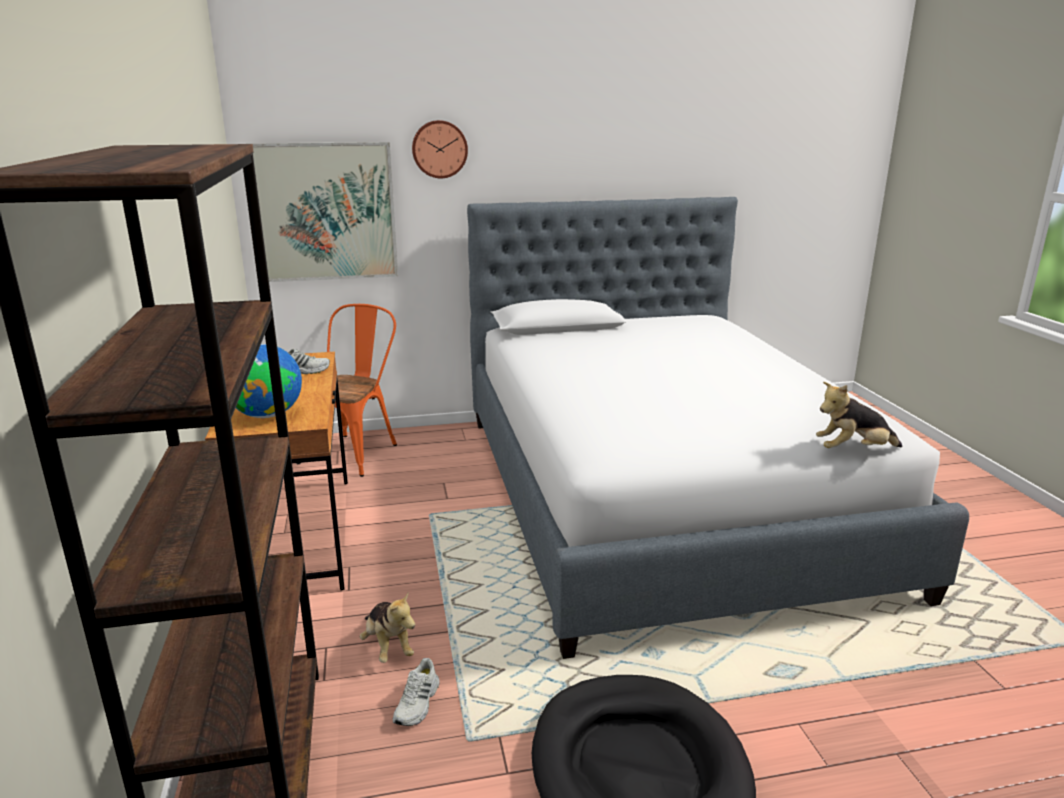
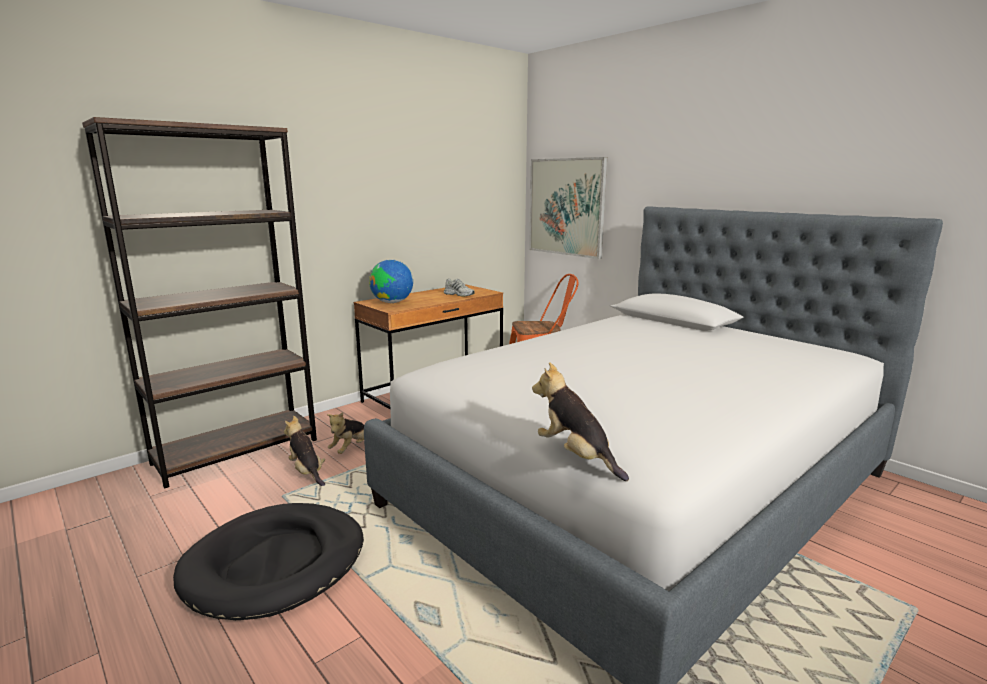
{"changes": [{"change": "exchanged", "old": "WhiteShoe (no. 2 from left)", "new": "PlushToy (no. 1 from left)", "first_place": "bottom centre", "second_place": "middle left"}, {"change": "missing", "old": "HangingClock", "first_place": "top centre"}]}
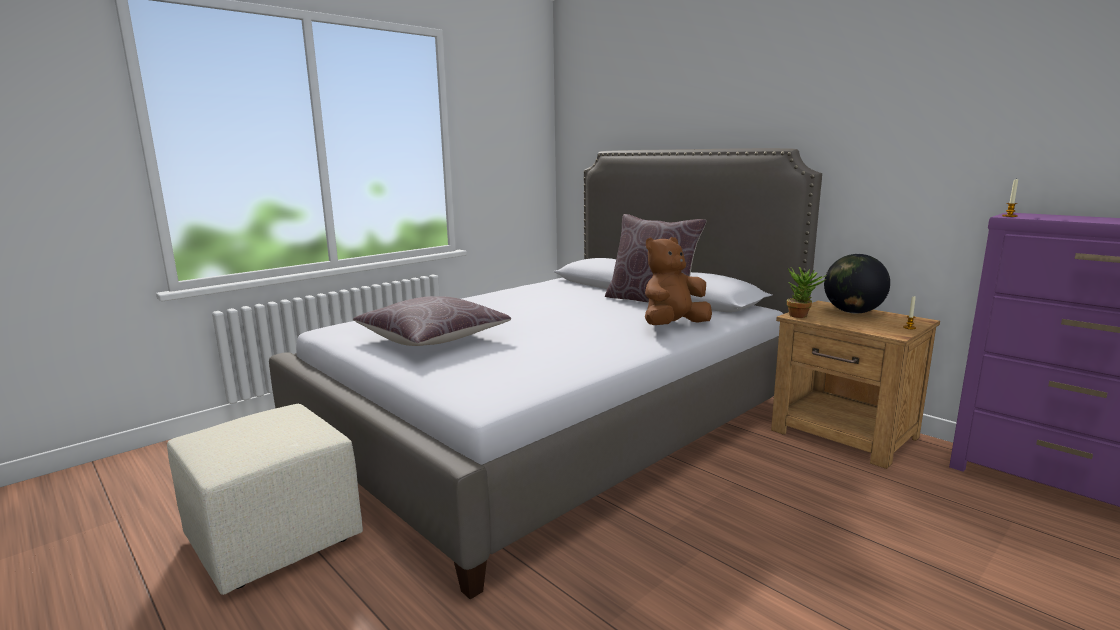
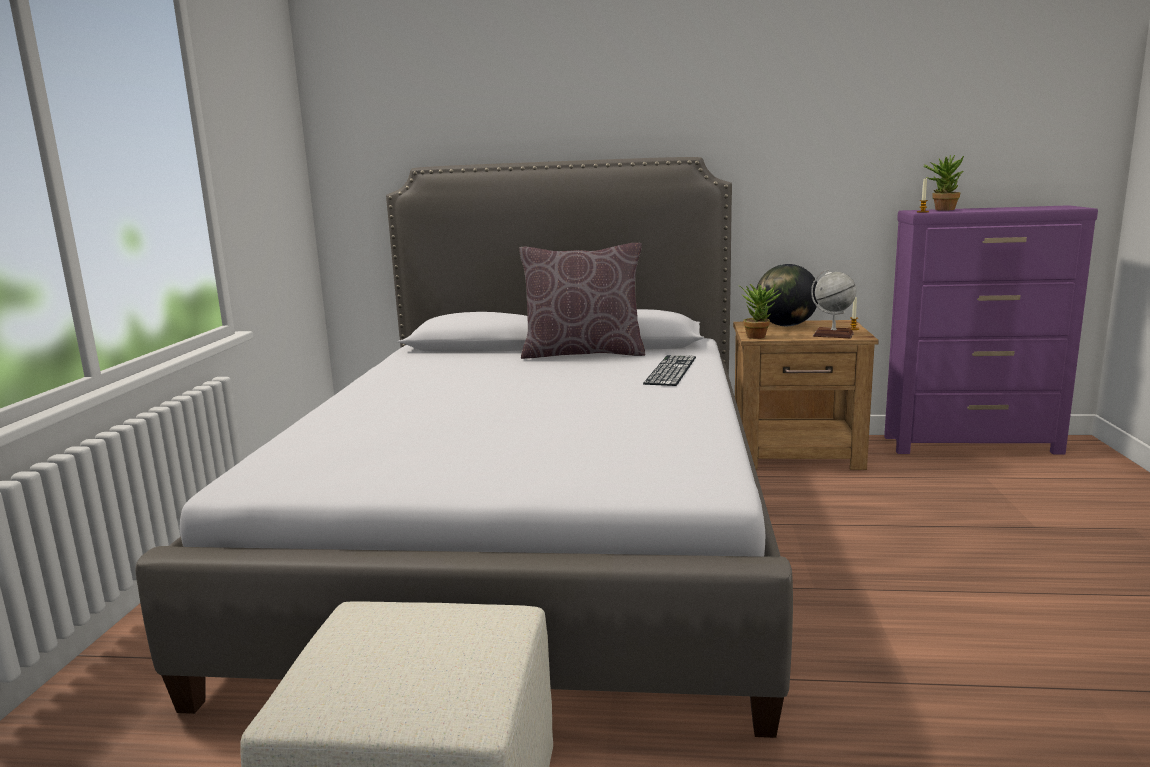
{"changes": [{"change": "exchanged", "old": "BrownPlushToy", "new": "ComputerKeyboard", "first_place": "centre", "second_place": "centre"}, {"change": "appeared", "new": "WorldGlobe (no. 2 from left)", "second_place": "middle right"}, {"change": "appeared", "new": "PottedPlant (no. 2 from left)", "second_place": "top right"}, {"change": "missing", "old": "BrownCushion (no. 1 from left)", "first_place": "centre"}]}
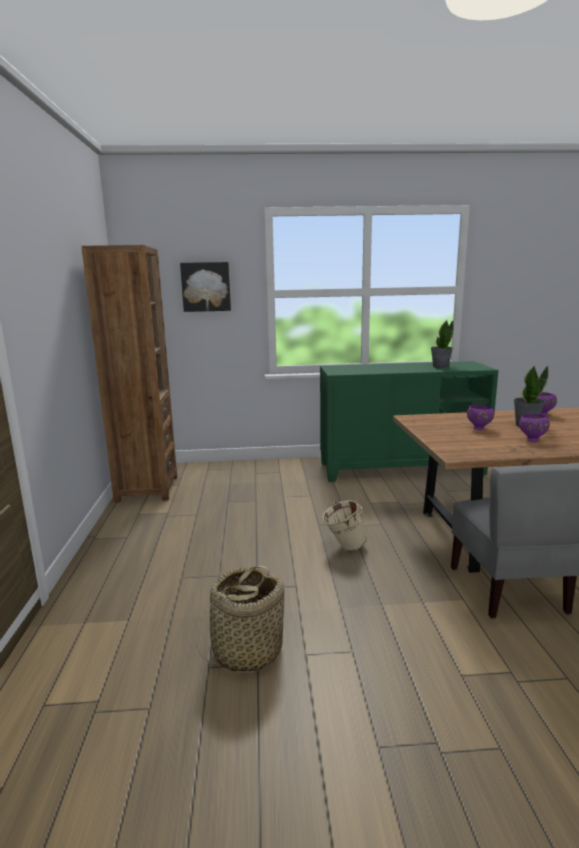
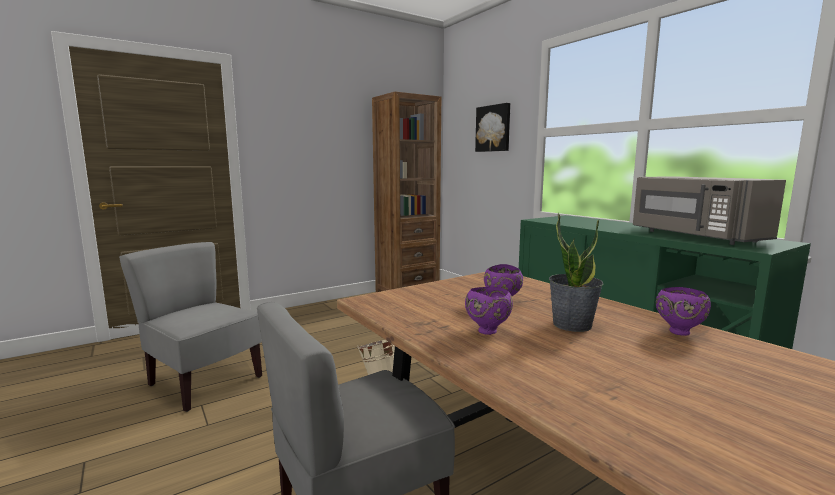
{"changes": [{"change": "exchanged", "old": "HouseholdBasket", "new": "GrayUprightChair (no. 1 from left)", "first_place": "bottom centre", "second_place": "middle left"}, {"change": "exchanged", "old": "PottedPlant (no. 1 from left)", "new": "GrayKitchenMicrowave", "first_place": "middle right", "second_place": "middle right"}]}
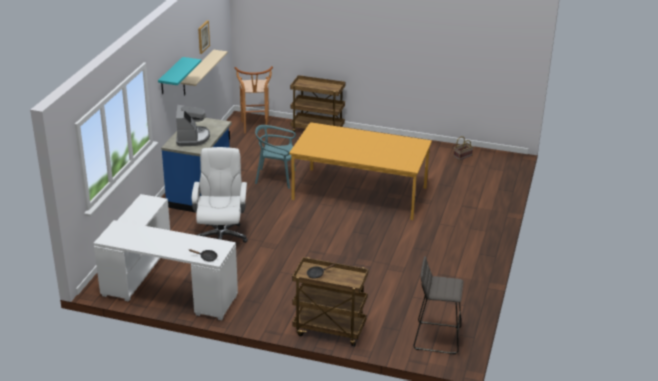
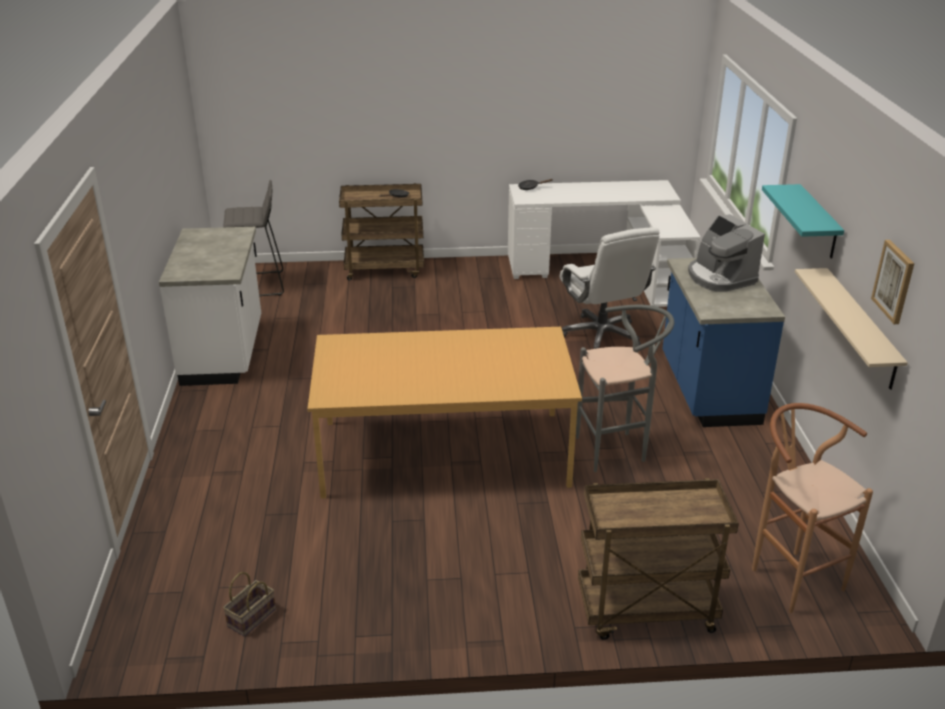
{"changes": [{"change": "appeared", "new": "WhiteKitchenCounter", "second_place": "middle left"}, {"change": "exchanged", "old": "TurquoiseUprightChair", "new": "GrayStoolSeat (no. 2 from left)", "first_place": "centre", "second_place": "centre"}]}
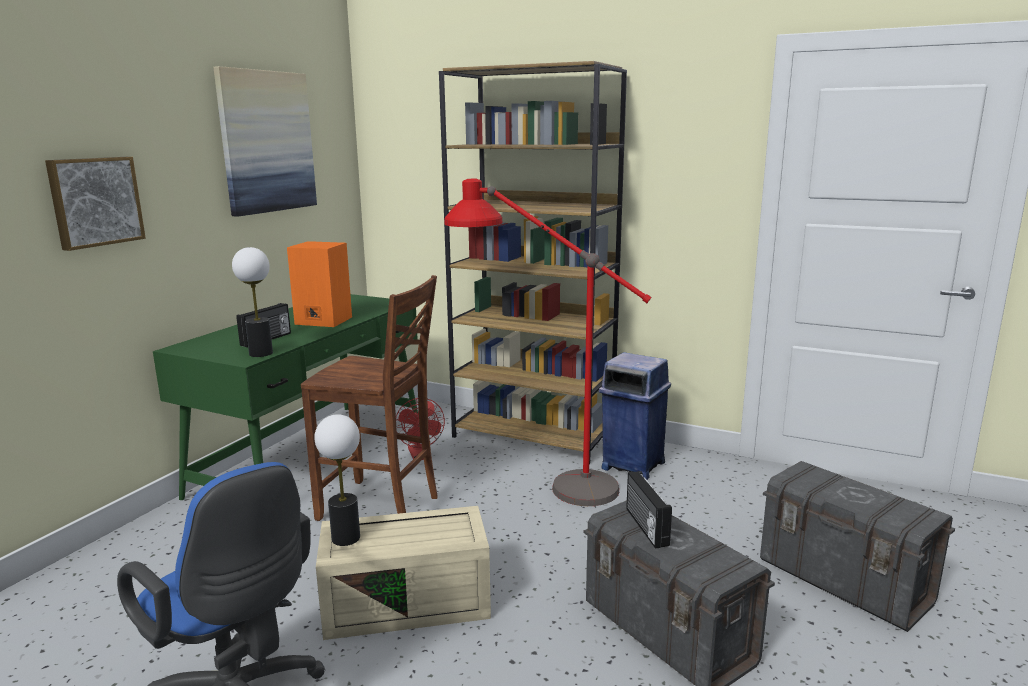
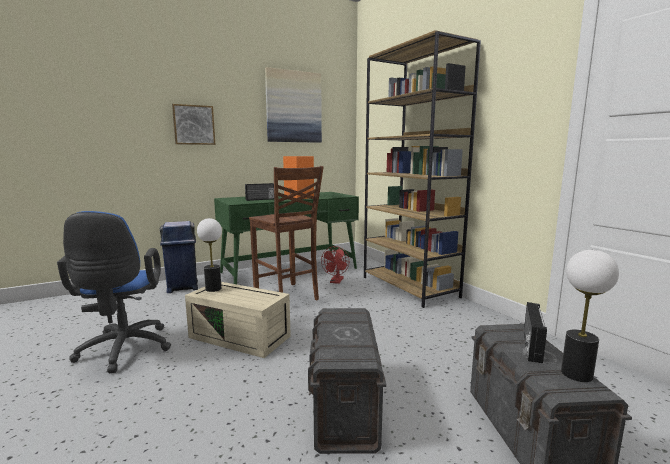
{"changes": [{"change": "relocated", "old": "BlueTrashCan", "first_place": "centre", "second_place": "middle left"}, {"change": "relocated", "old": "RadioSet (no. 2 from left)", "first_place": "bottom centre", "second_place": "bottom right"}, {"change": "relocated", "old": "TableLamp (no. 1 from left in the first image)", "new": "TableLamp (no. 2 from left)", "first_place": "middle left", "second_place": "bottom right"}, {"change": "missing", "old": "ReddishFloorLamp", "first_place": "centre"}]}
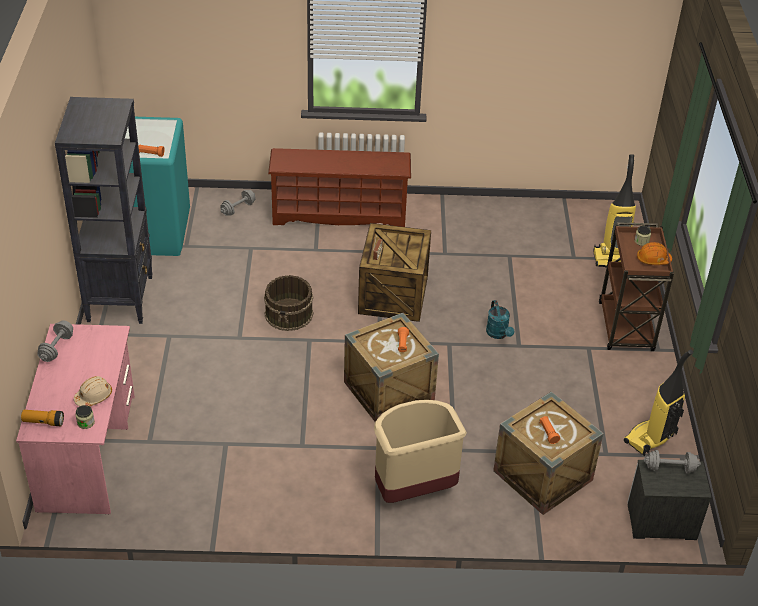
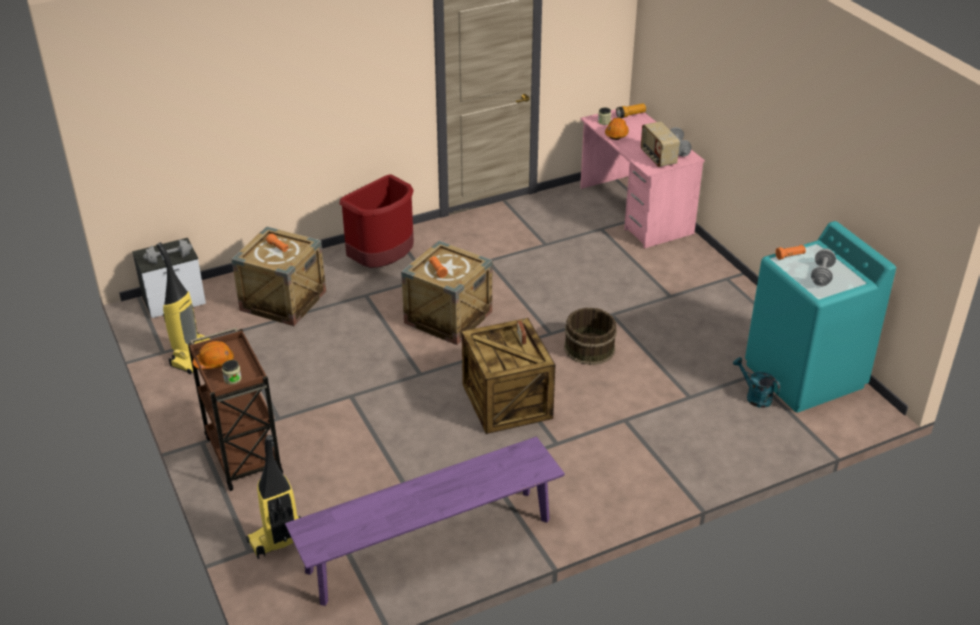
{"changes": [{"change": "appeared", "new": "PurpleBench", "second_place": "bottom centre"}, {"change": "colour", "old": "BeigeColouredTrashCan", "new": "ReddishTrashCan", "first_place": "bottom centre", "second_place": "centre"}, {"change": "colour", "old": "BeigeColouredSafetyHelmet", "new": "OrangeColouredSafetyHelmet (no. 2 from left)", "first_place": "middle left", "second_place": "top centre"}, {"change": "appeared", "new": "RadioSet (no. 2 from left)", "second_place": "top right"}, {"change": "relocated", "old": "TurquoiseWateringPot", "first_place": "centre", "second_place": "middle right"}, {"change": "relocated", "old": "GrayDumbbell (no. 2 from left in the first image)", "new": "GrayDumbbell (no. 3 from left)", "first_place": "middle left", "second_place": "middle right"}, {"change": "missing", "old": "BlackColouredShelvingUnit", "first_place": "middle left"}, {"change": "missing", "old": "BrownShoeShelf", "first_place": "top centre"}]}
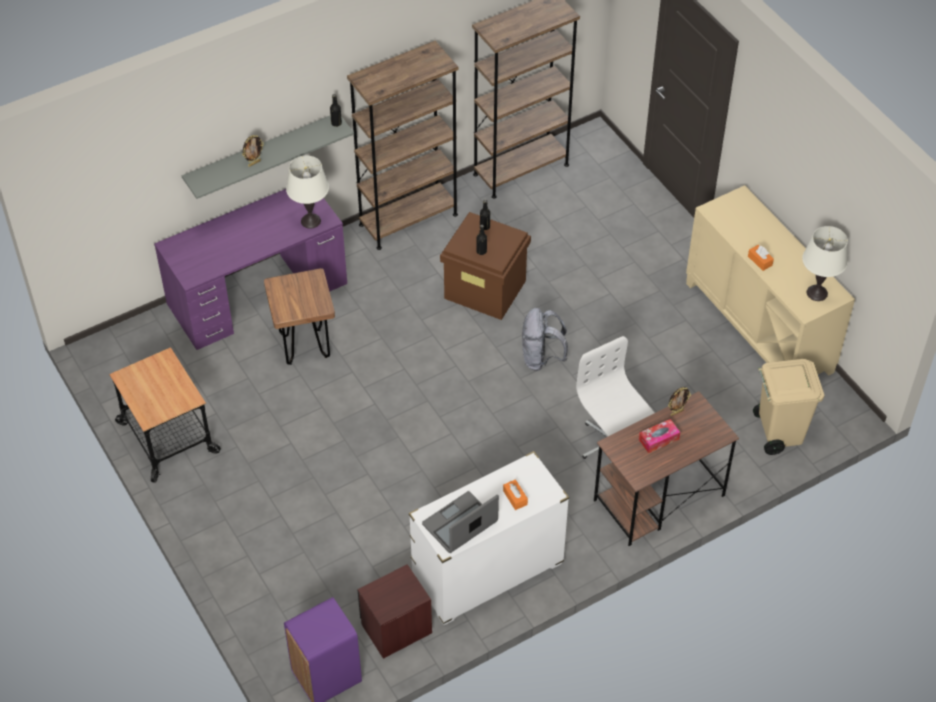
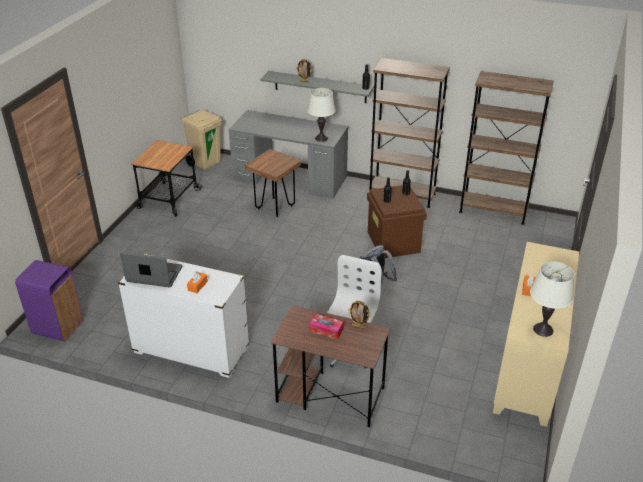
{"changes": [{"change": "relocated", "old": "BeigeColouredTrashCan", "first_place": "middle right", "second_place": "top left"}, {"change": "colour", "old": "PurpleDesk", "new": "GrayDesk", "first_place": "middle left", "second_place": "top centre"}, {"change": "missing", "old": "BrownBedsideTable", "first_place": "bottom centre"}]}
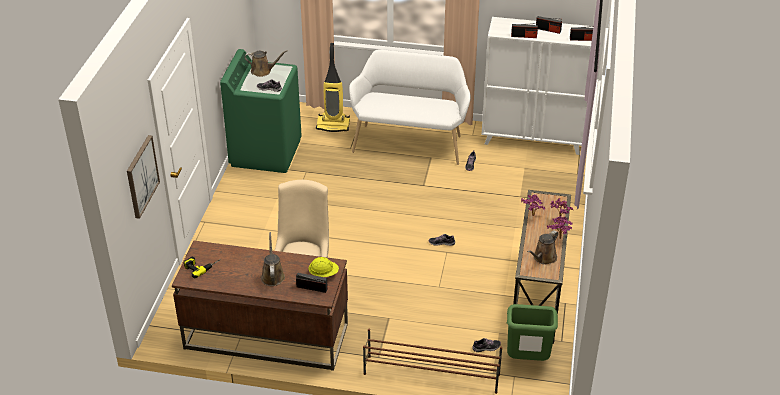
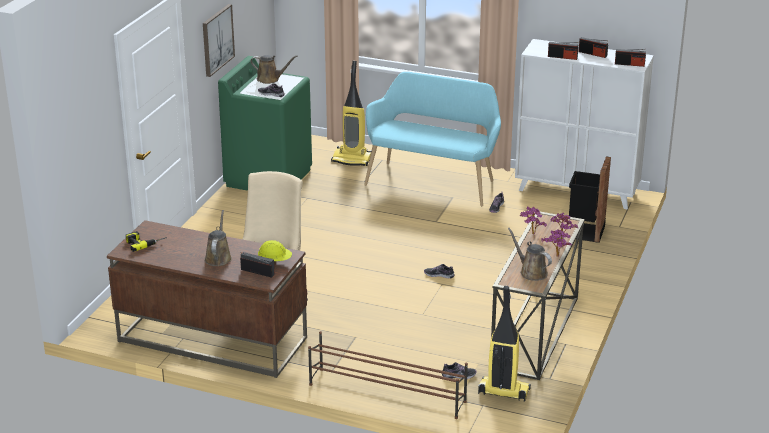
{"changes": [{"change": "relocated", "old": "WallPicture", "first_place": "middle left", "second_place": "top left"}, {"change": "colour", "old": "WhiteBench", "new": "TurquoiseBench", "first_place": "top centre", "second_place": "top centre"}, {"change": "exchanged", "old": "GreenColouredTrashCan", "new": "VacuumCleaner (no. 2 from left)", "first_place": "bottom right", "second_place": "bottom centre"}, {"change": "spun", "old": "BrownWateringPot (no. 3 from left)", "first_place": "middle right", "second_place": "middle right", "degrees": 90}, {"change": "appeared", "new": "BlackColouredTrashCan", "second_place": "middle right"}]}
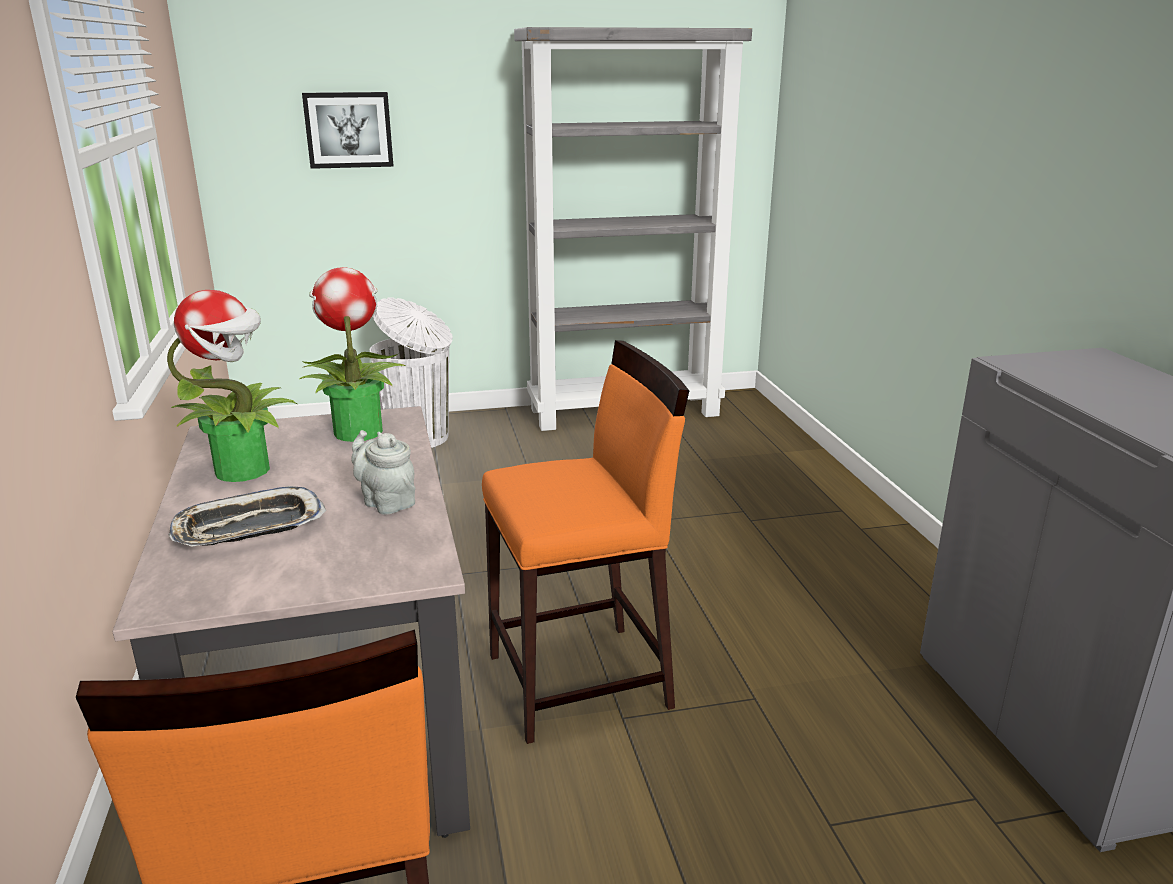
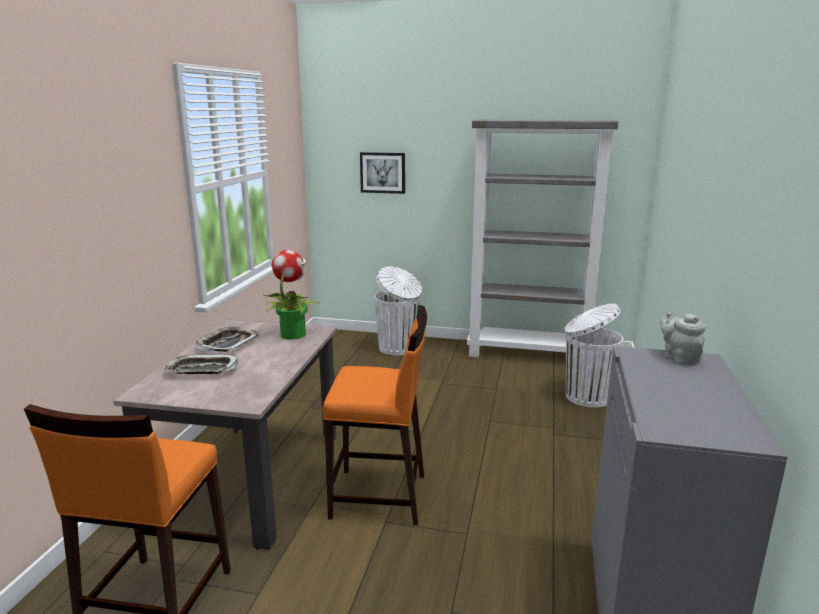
{"changes": [{"change": "exchanged", "old": "PottedPlant (no. 1 from left)", "new": "Tray (no. 2 from left)", "first_place": "middle left", "second_place": "middle left"}, {"change": "appeared", "new": "WhiteTrashCan (no. 2 from left)", "second_place": "middle right"}, {"change": "relocated", "old": "GrayTeapot", "first_place": "middle left", "second_place": "middle right"}]}
